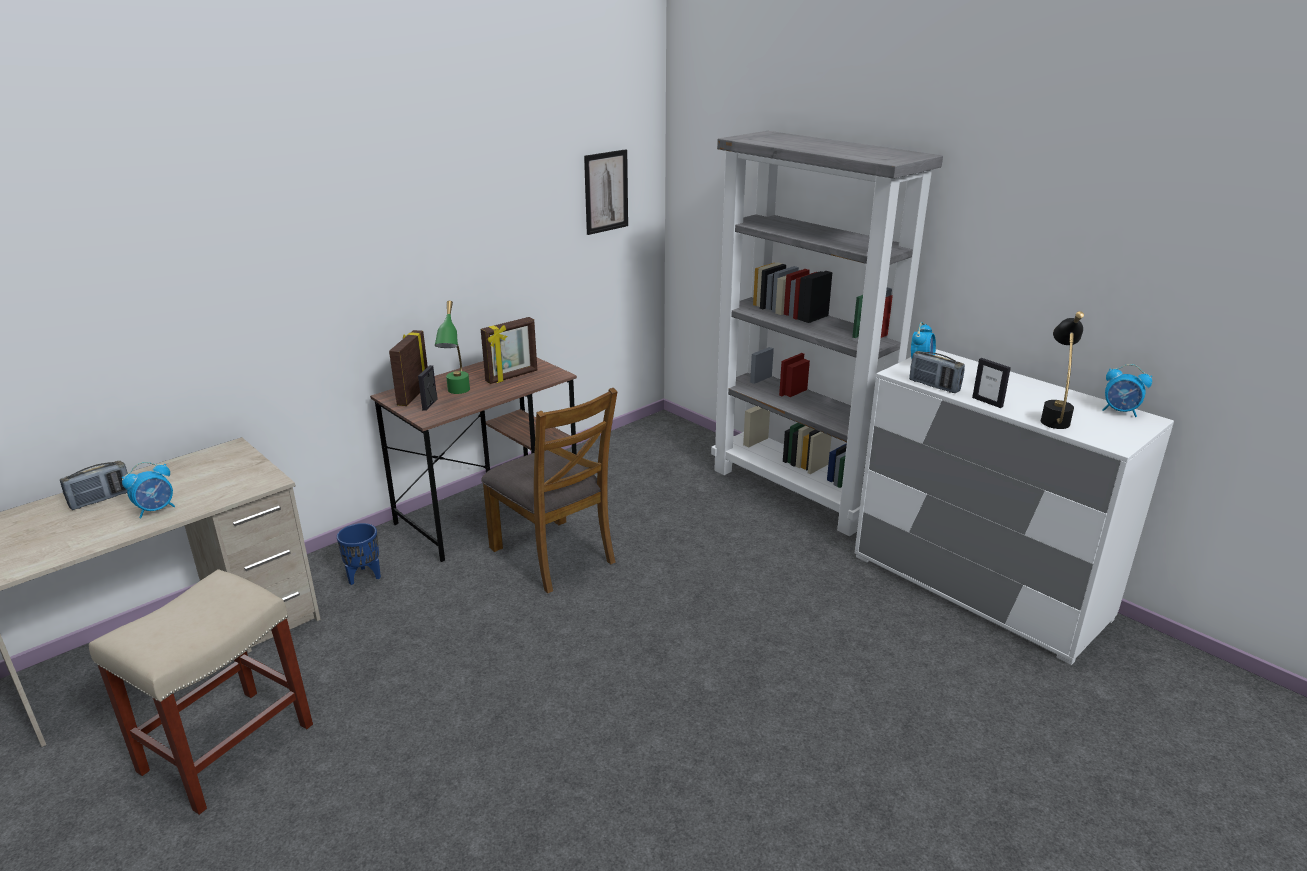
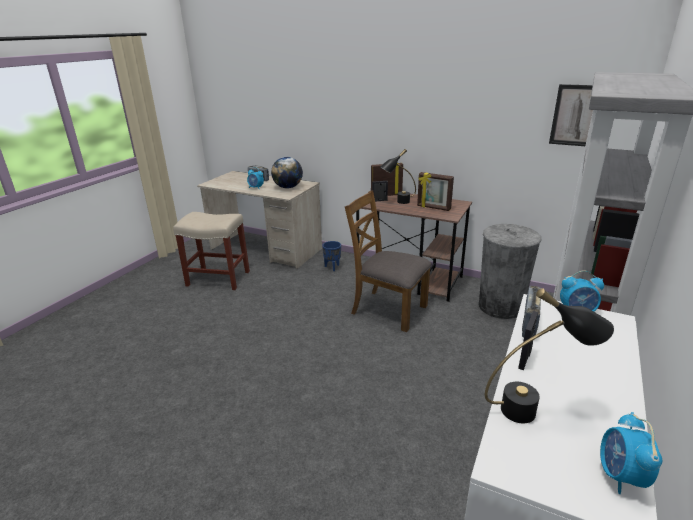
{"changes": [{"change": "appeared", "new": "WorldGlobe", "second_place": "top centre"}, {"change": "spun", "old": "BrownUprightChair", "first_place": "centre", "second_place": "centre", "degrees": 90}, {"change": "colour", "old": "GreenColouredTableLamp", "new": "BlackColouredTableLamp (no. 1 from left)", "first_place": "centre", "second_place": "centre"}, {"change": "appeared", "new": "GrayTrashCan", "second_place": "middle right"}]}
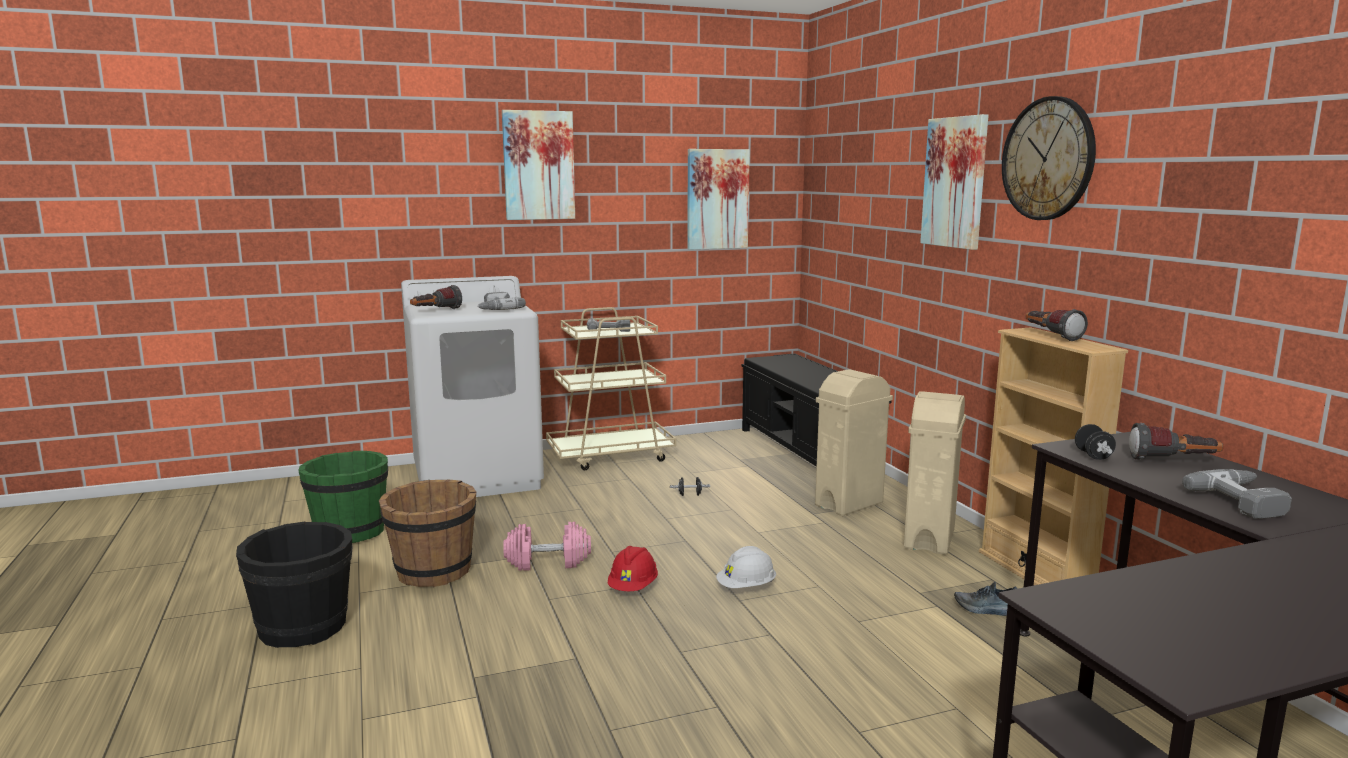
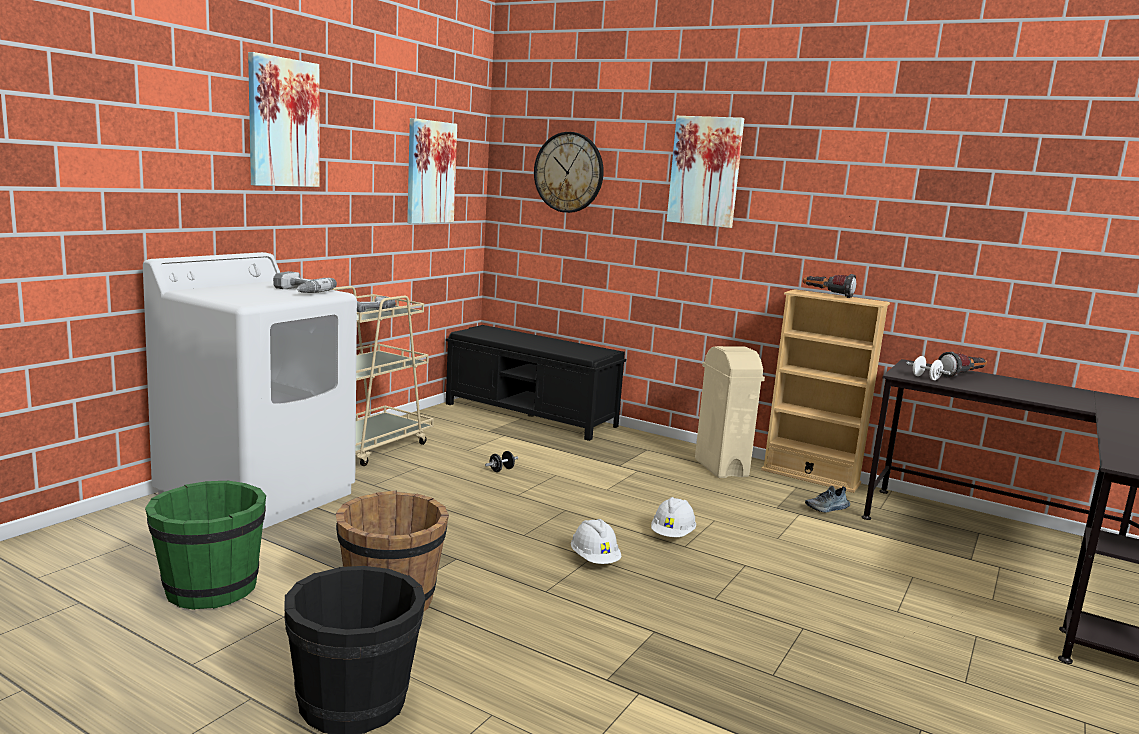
{"changes": [{"change": "relocated", "old": "HangingClock", "first_place": "top right", "second_place": "top centre"}, {"change": "colour", "old": "ReddishSafetyHelmet", "new": "WhiteSafetyHelmet (no. 1 from left)", "first_place": "bottom centre", "second_place": "bottom centre"}, {"change": "colour", "old": "BlackColouredDumbbell (no. 2 from left)", "new": "WhiteDumbbell", "first_place": "middle right", "second_place": "middle right"}, {"change": "missing", "old": "HandTorch (no. 1 from left)", "first_place": "middle left"}, {"change": "missing", "old": "PinkDumbbell", "first_place": "bottom centre"}, {"change": "missing", "old": "BeigeColouredTrashCan (no. 1 from left)", "first_place": "centre"}, {"change": "missing", "old": "PowerDrill (no. 3 from left)", "first_place": "middle right"}]}
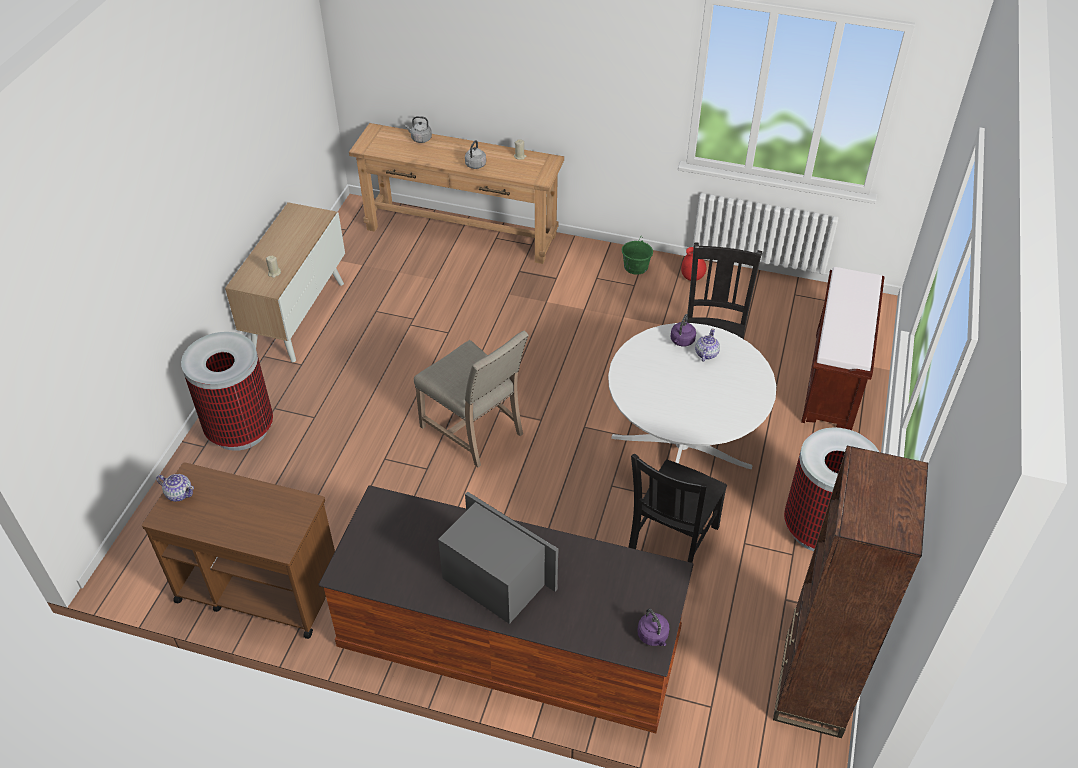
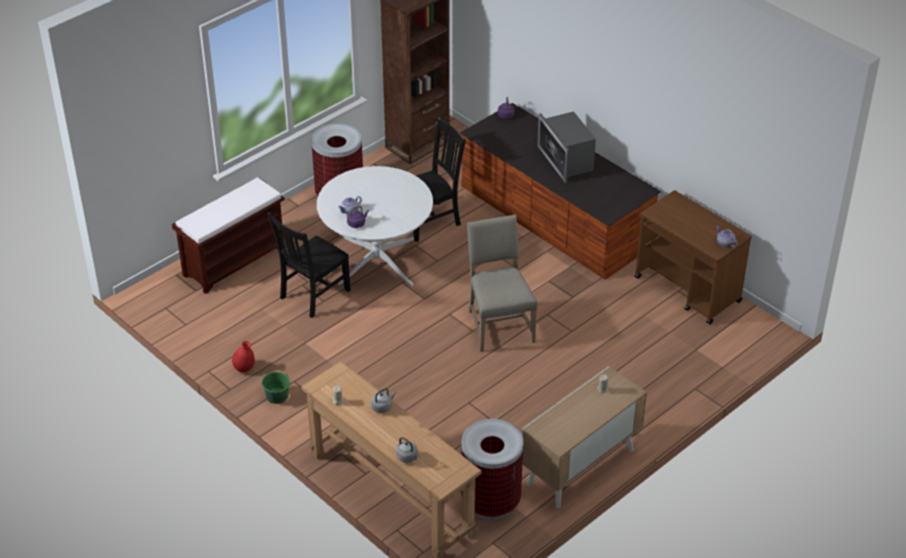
{"changes": [{"change": "relocated", "old": "TrashCan (no. 1 from left in the first image)", "new": "TrashCan (no. 2 from left)", "first_place": "middle left", "second_place": "bottom centre"}]}
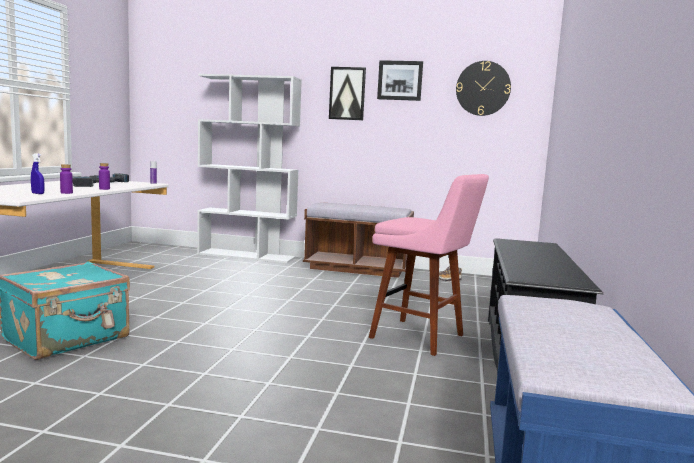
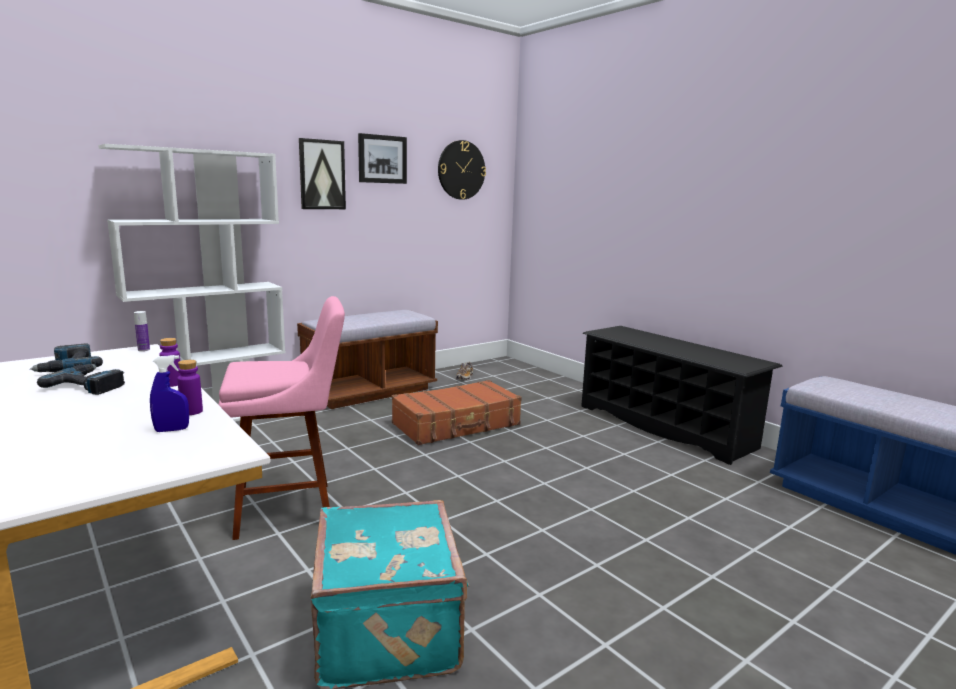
{"changes": [{"change": "relocated", "old": "PinkStoolSeat", "first_place": "centre", "second_place": "middle left"}, {"change": "appeared", "new": "BrownPieceOfLuggage", "second_place": "centre"}]}
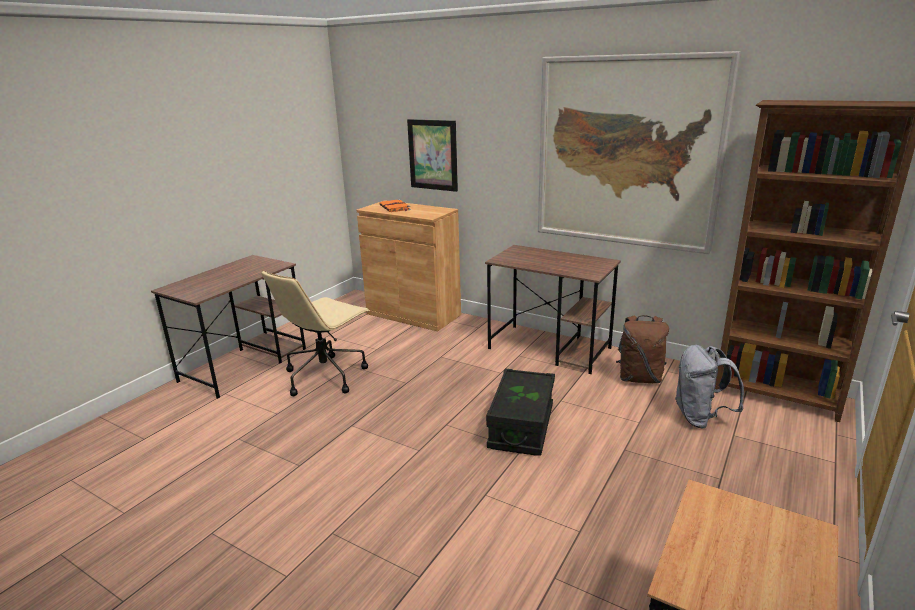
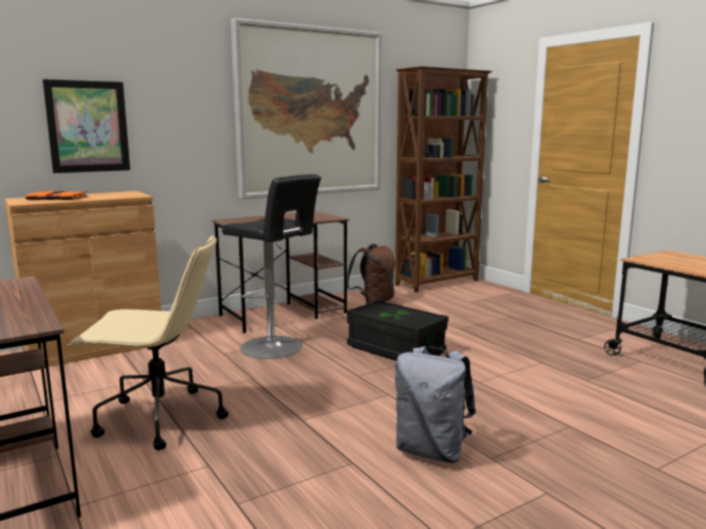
{"changes": [{"change": "spun", "old": "BeigeColouredOfficeChair", "first_place": "centre", "second_place": "middle left", "degrees": -60}, {"change": "appeared", "new": "BlackColouredStoolSeat", "second_place": "centre"}, {"change": "relocated", "old": "GrayRucksack", "first_place": "middle right", "second_place": "bottom centre"}]}
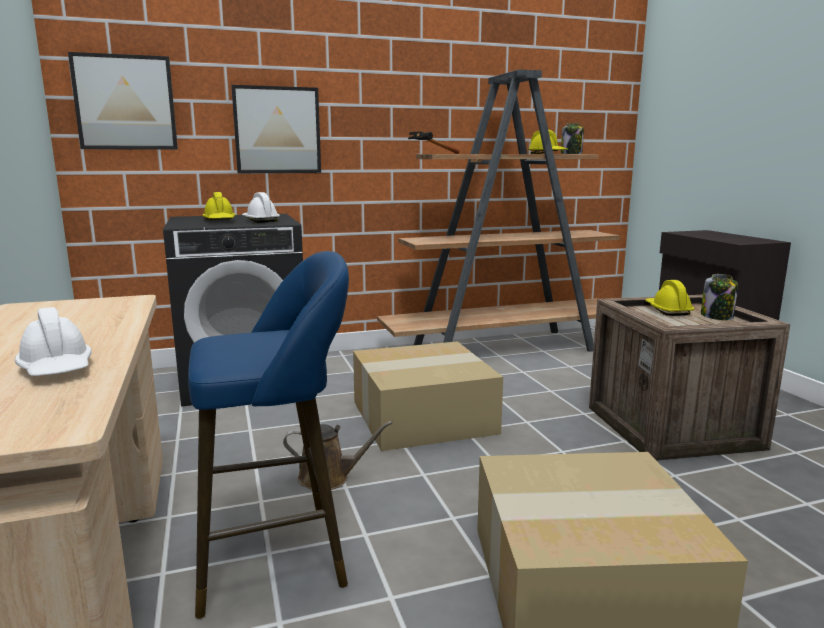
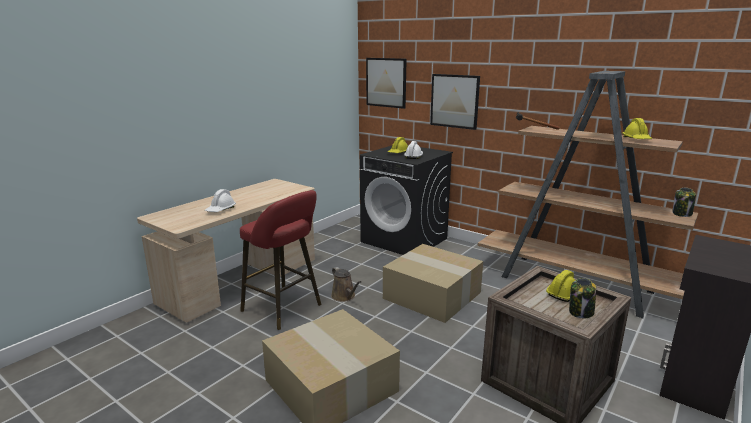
{"changes": [{"change": "colour", "old": "BlueStoolSeat", "new": "ReddishStoolSeat", "first_place": "bottom left", "second_place": "centre"}, {"change": "relocated", "old": "Jar (no. 1 from left in the first image)", "new": "Jar (no. 2 from left)", "first_place": "top right", "second_place": "middle right"}]}
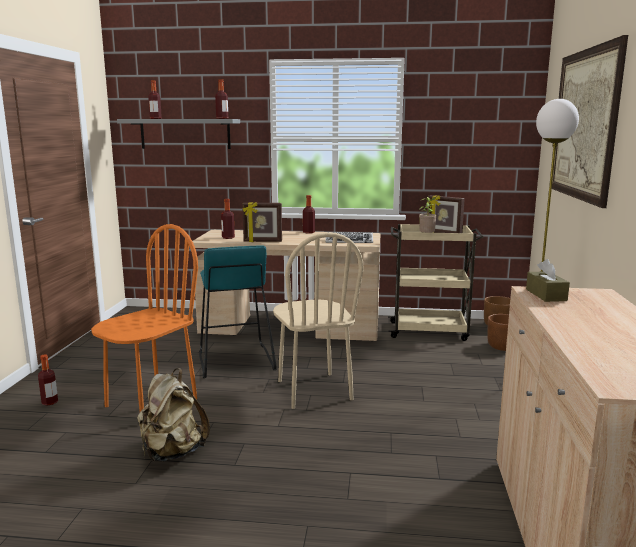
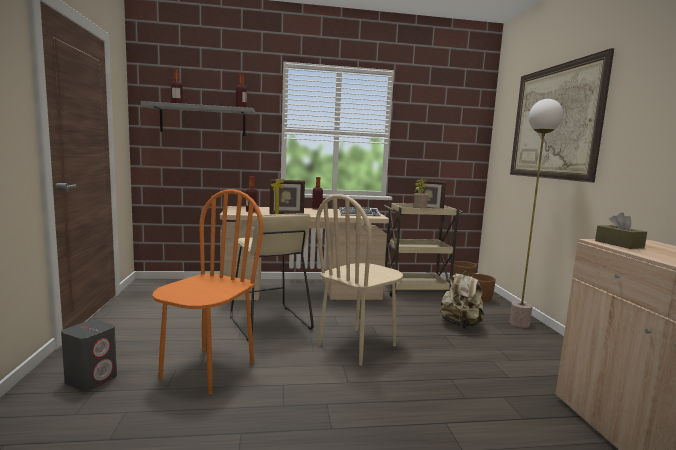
{"changes": [{"change": "exchanged", "old": "DrinkBottle (no. 1 from left)", "new": "GrayAudioSpeaker", "first_place": "bottom left", "second_place": "bottom left"}, {"change": "colour", "old": "TurquoiseStoolSeat", "new": "BeigeColouredStoolSeat", "first_place": "centre", "second_place": "centre"}, {"change": "spun", "old": "BeigeColouredUprightChair", "first_place": "centre", "second_place": "centre", "degrees": 75}, {"change": "relocated", "old": "BeigeColouredRucksack", "first_place": "bottom left", "second_place": "middle right"}]}
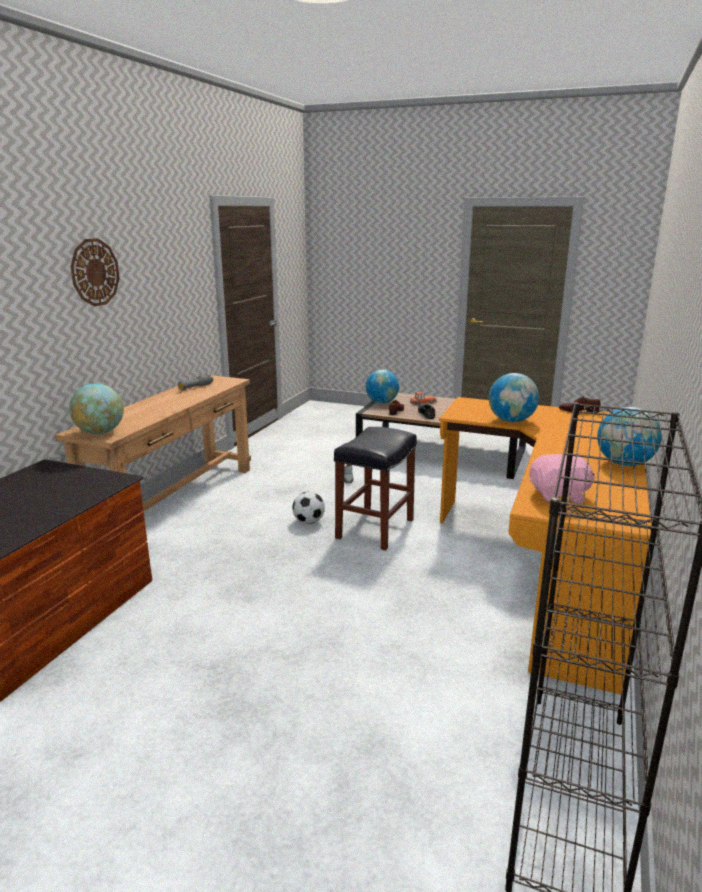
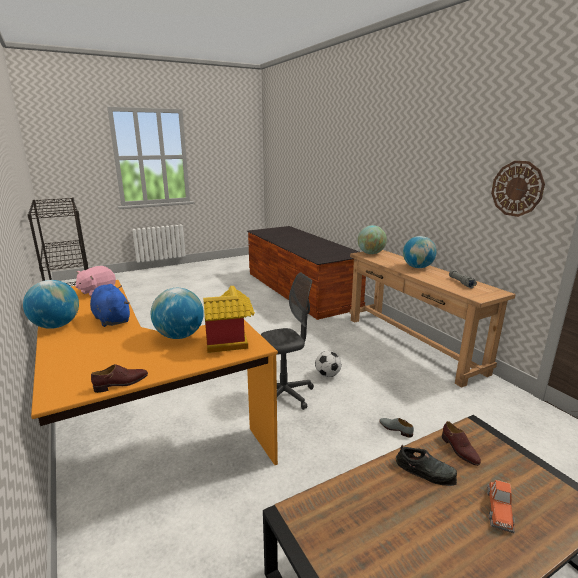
{"changes": [{"change": "appeared", "new": "BluePlushToy", "second_place": "middle left"}, {"change": "appeared", "new": "MiniatureHouse", "second_place": "centre"}, {"change": "exchanged", "old": "BlackColouredStoolSeat", "new": "GrayOfficeChair", "first_place": "centre", "second_place": "centre"}, {"change": "relocated", "old": "WorldGlobe (no. 2 from left in the first image)", "new": "WorldGlobe (no. 4 from left)", "first_place": "centre", "second_place": "middle right"}, {"change": "relocated", "old": "HangingClock", "first_place": "top left", "second_place": "top right"}]}
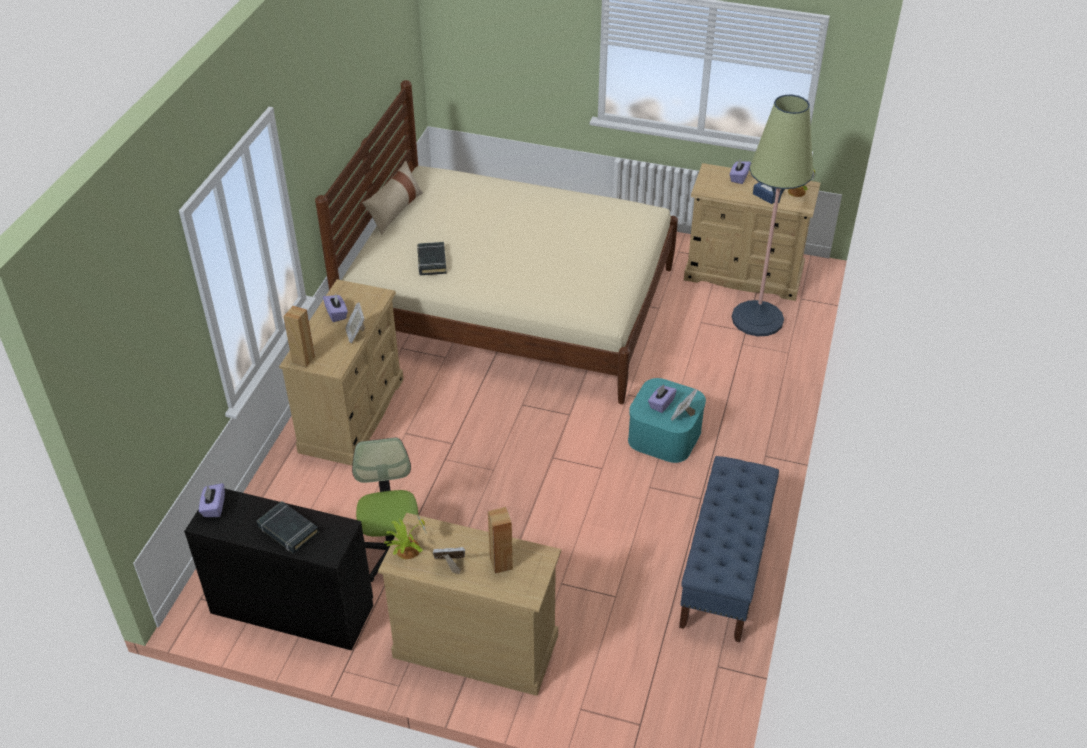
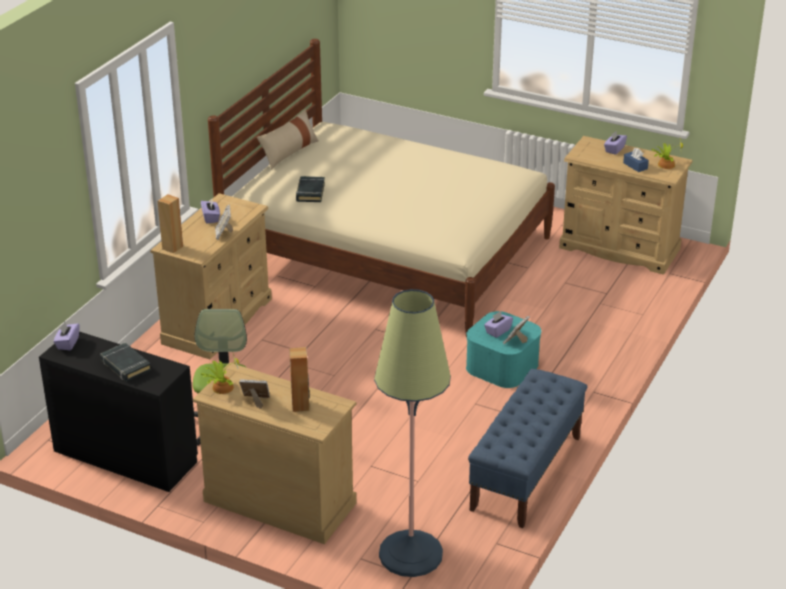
{"changes": [{"change": "relocated", "old": "FloorLamp", "first_place": "top right", "second_place": "bottom centre"}]}
